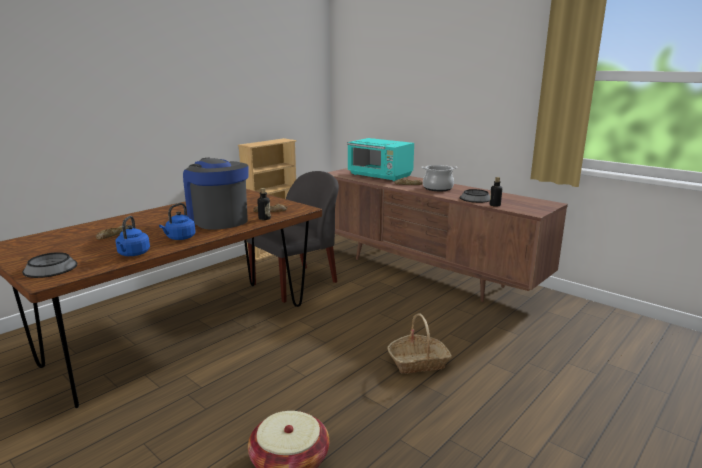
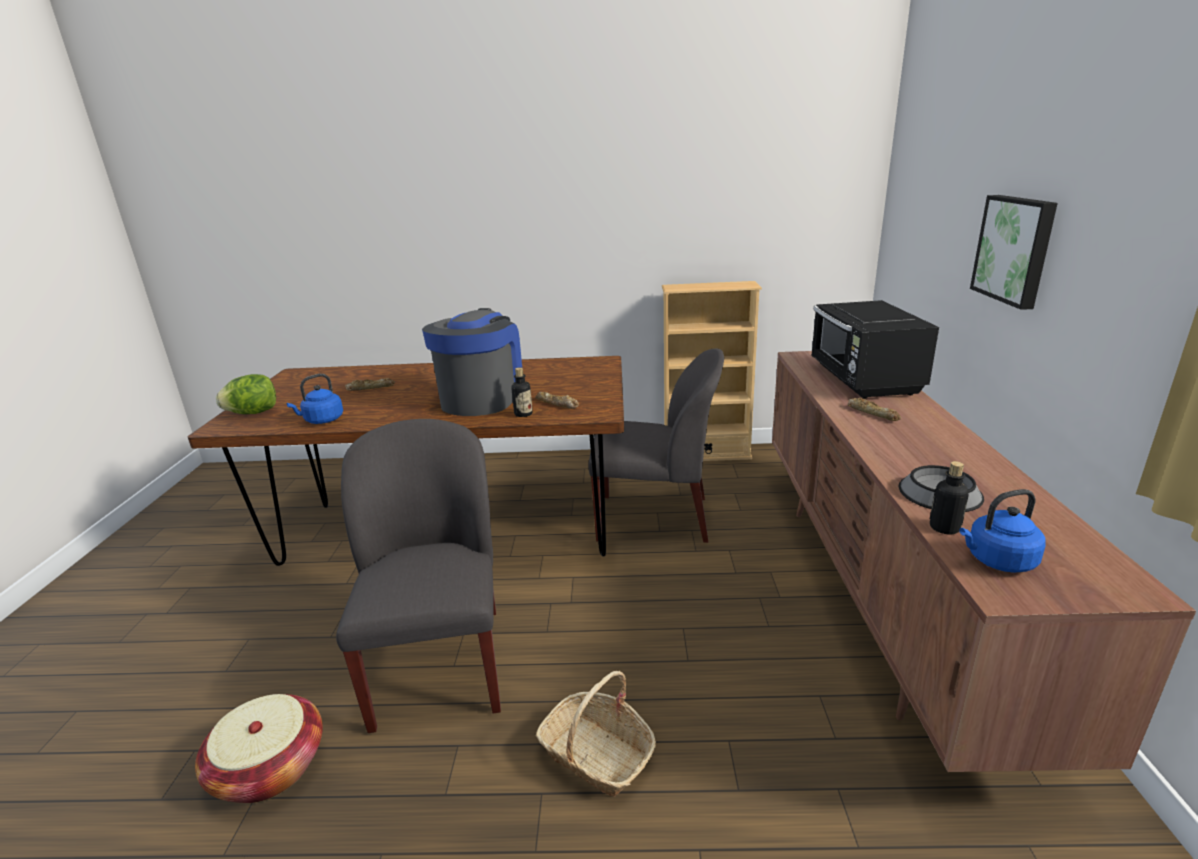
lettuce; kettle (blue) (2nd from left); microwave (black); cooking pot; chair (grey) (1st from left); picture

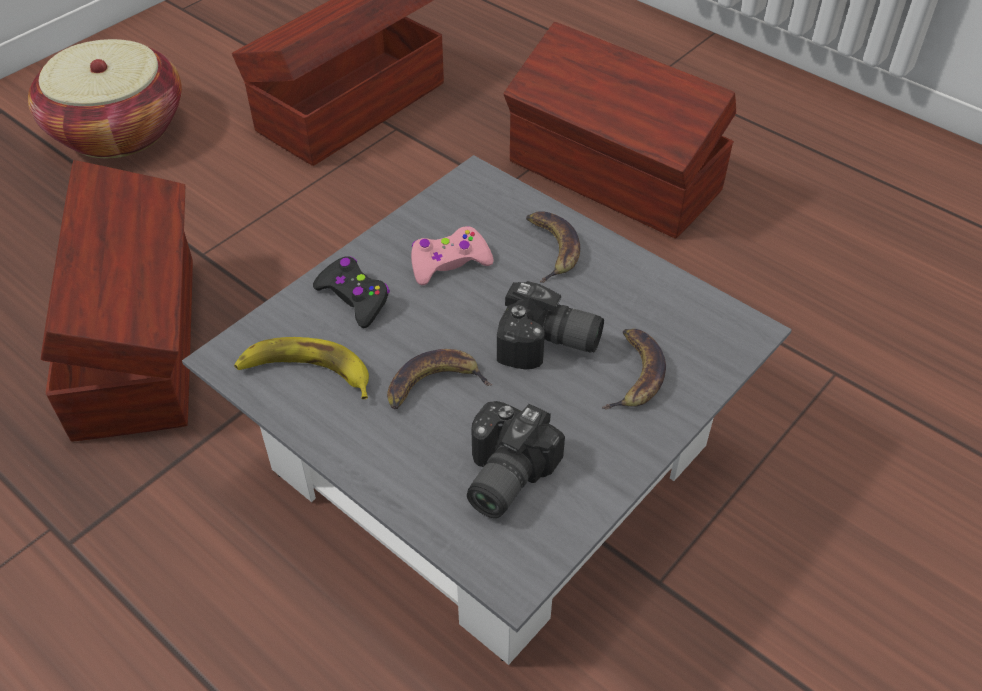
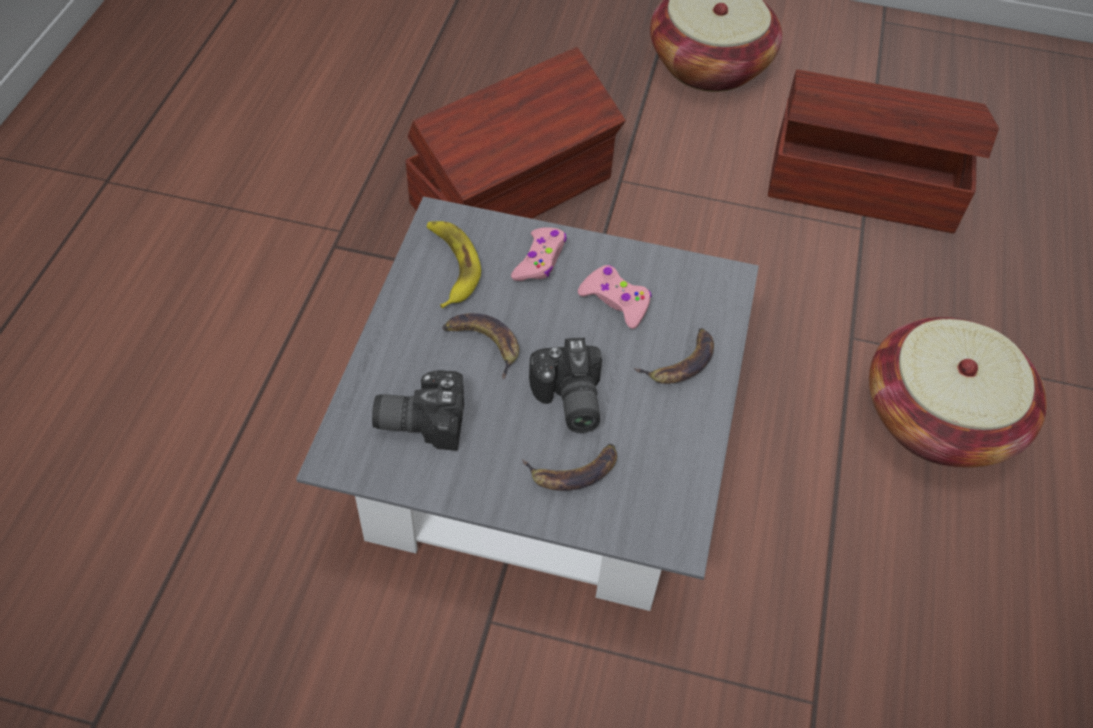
game controller (pink) (1st from left); basket (2nd from left)

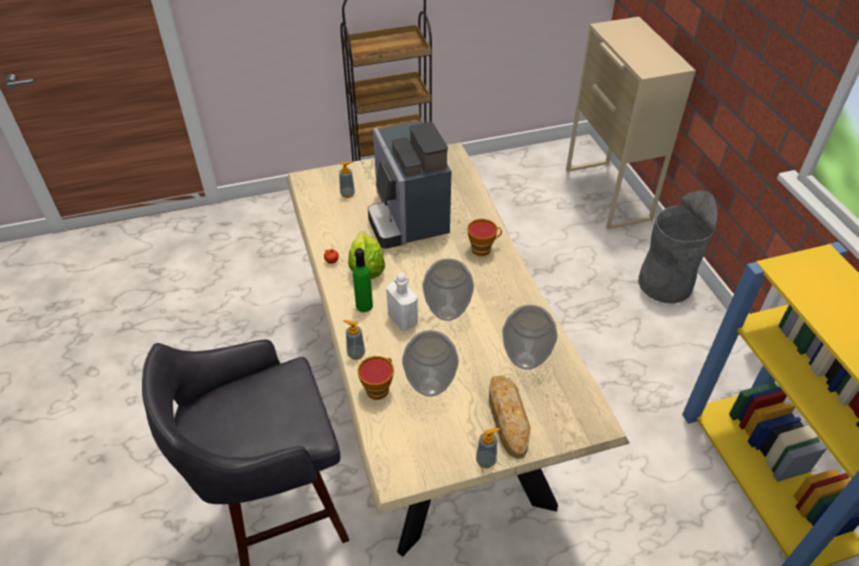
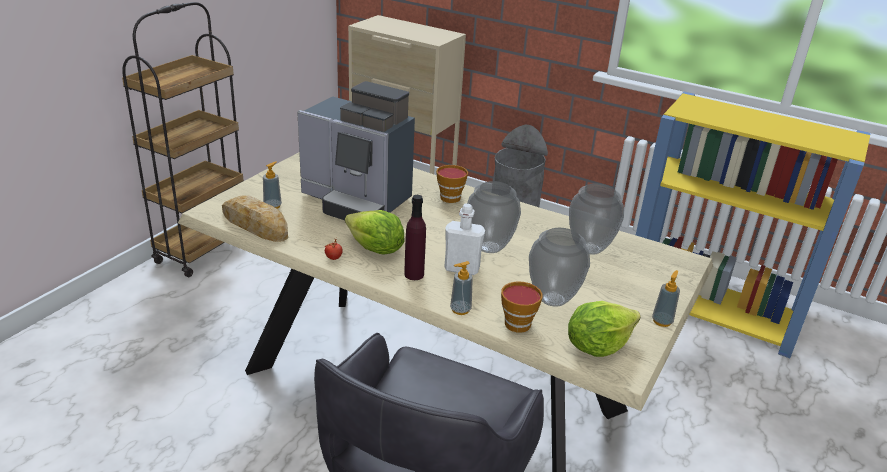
bottle (purple); bread; lettuce (2nd from left)

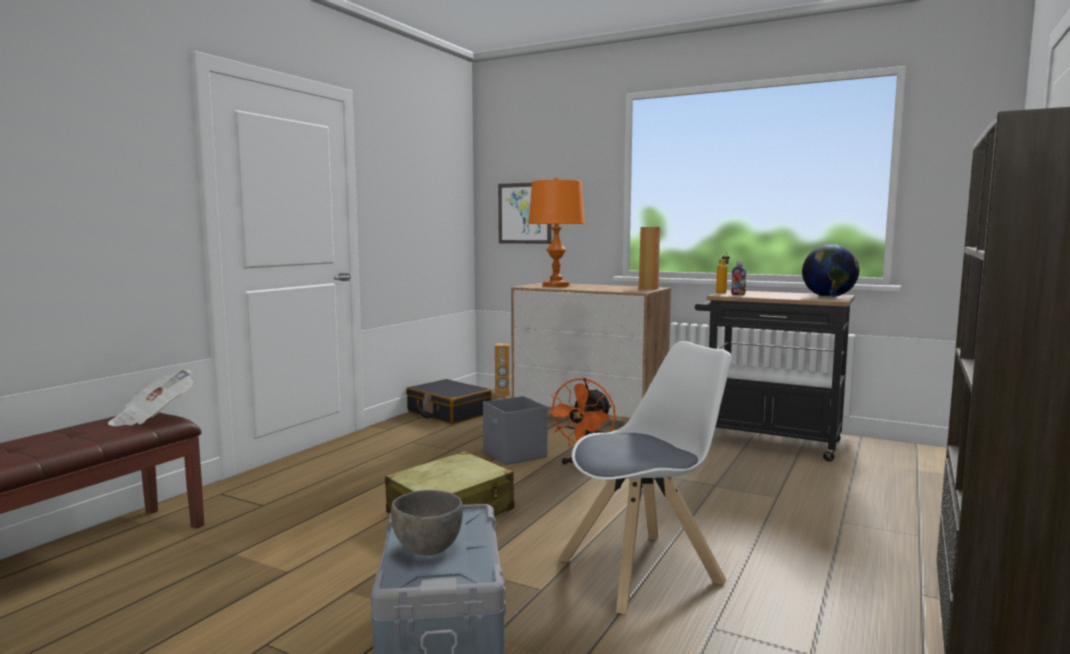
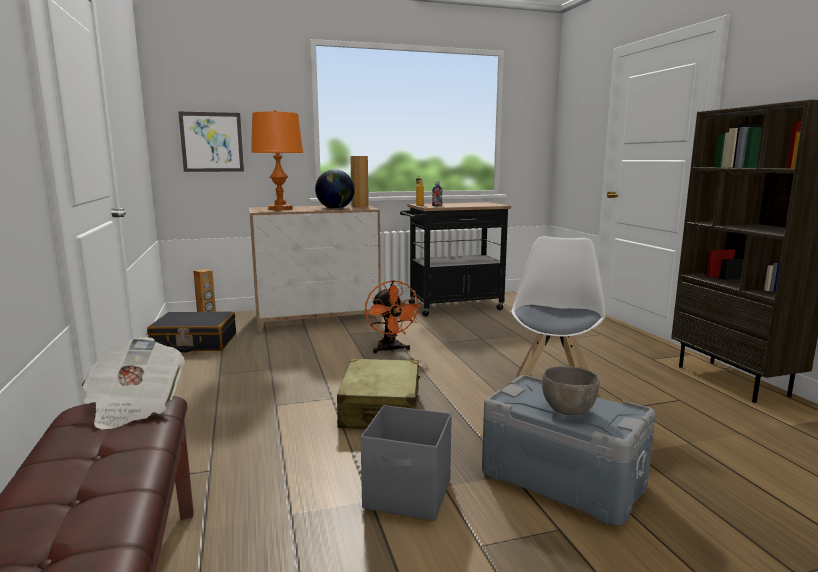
storage box (grey) (1st from left); globe

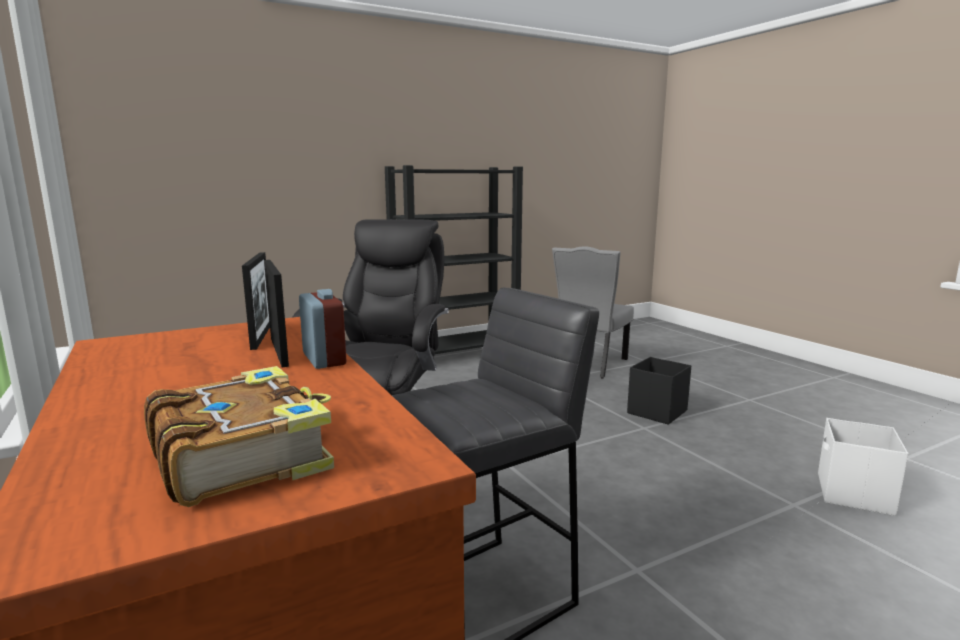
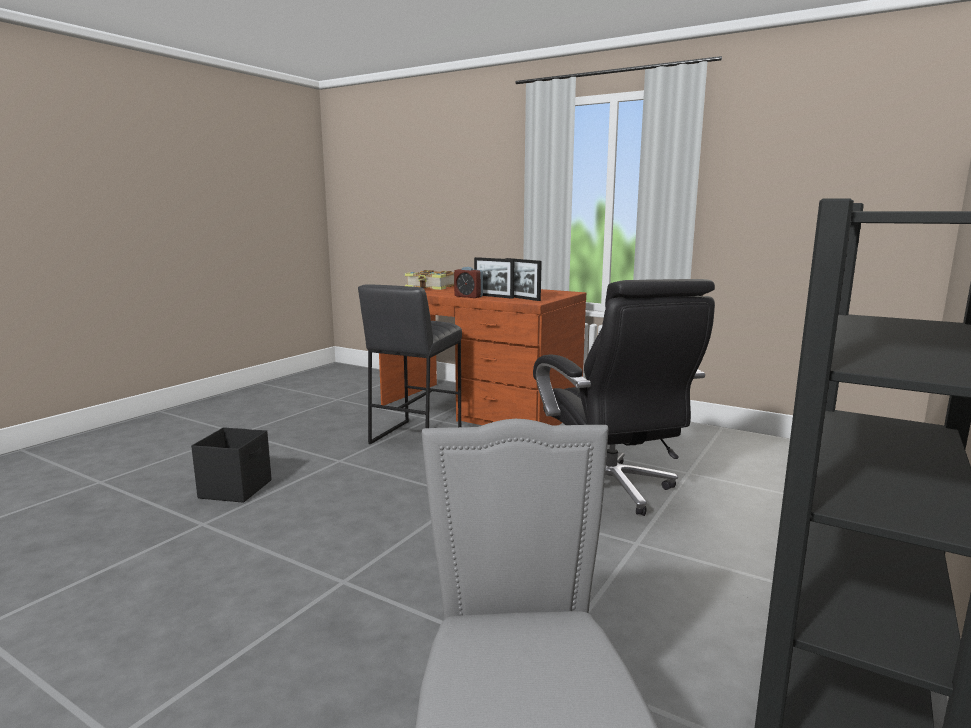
storage box (black); storage box (white)

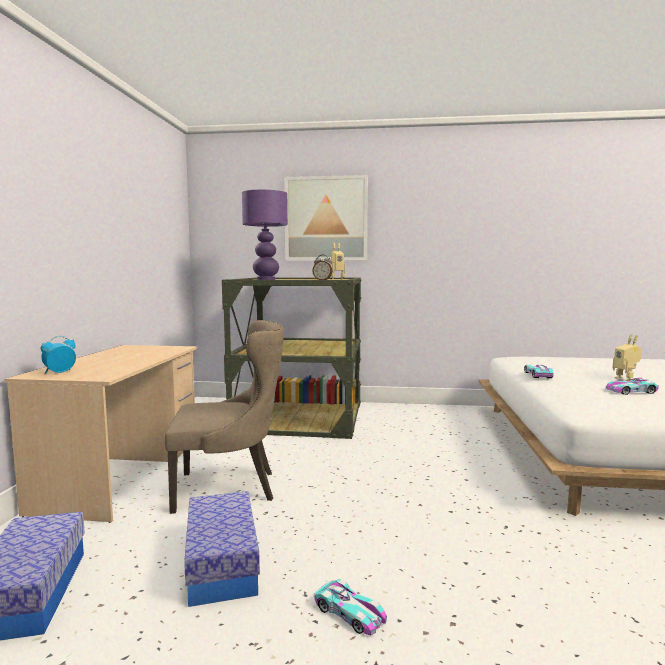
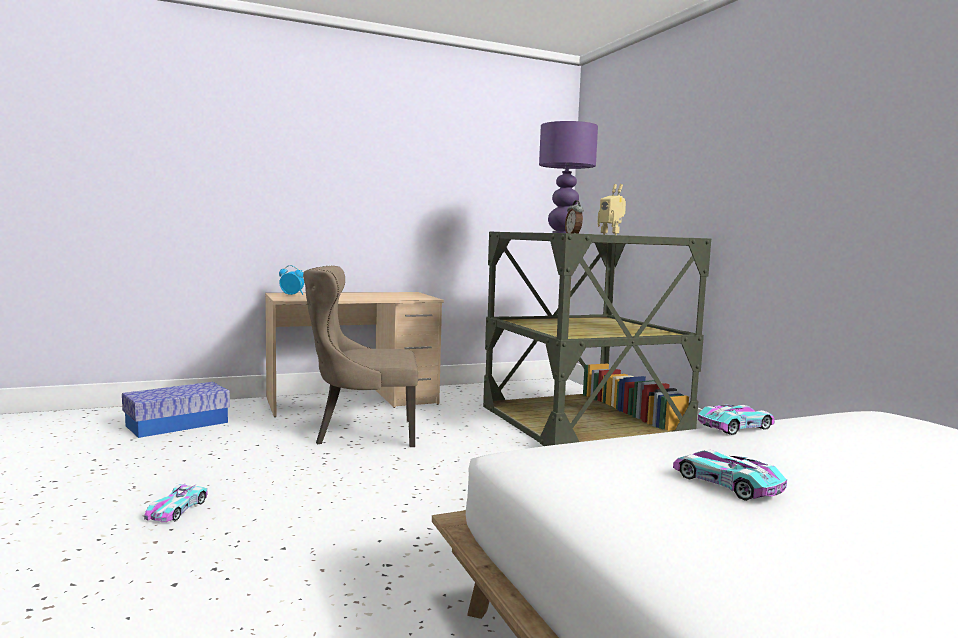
chair (beige); storage box (2nd from left in the first image); picture; toy robot (2nd from left in the first image)

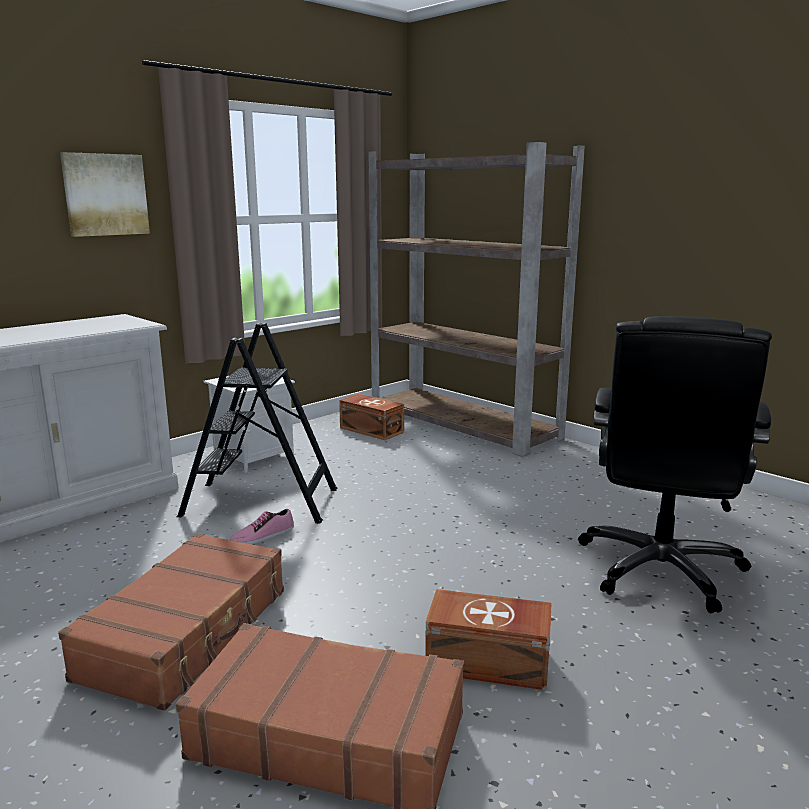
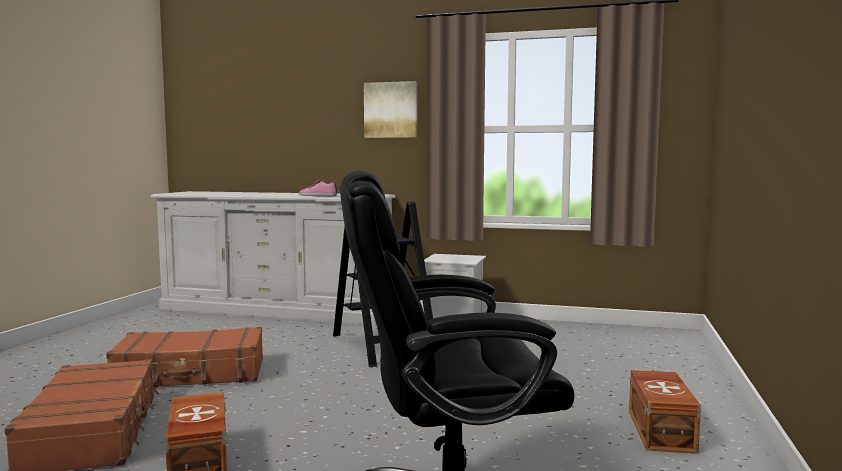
shoe; storage box (brown) (2nd from left); bookcase (brown)

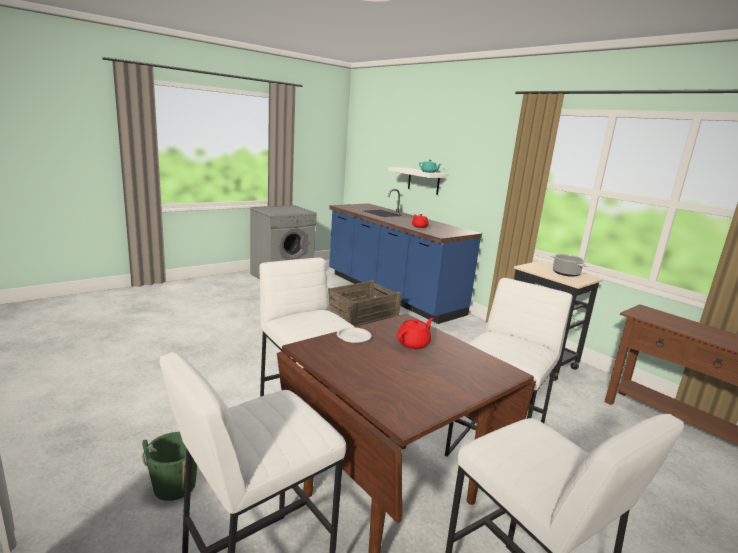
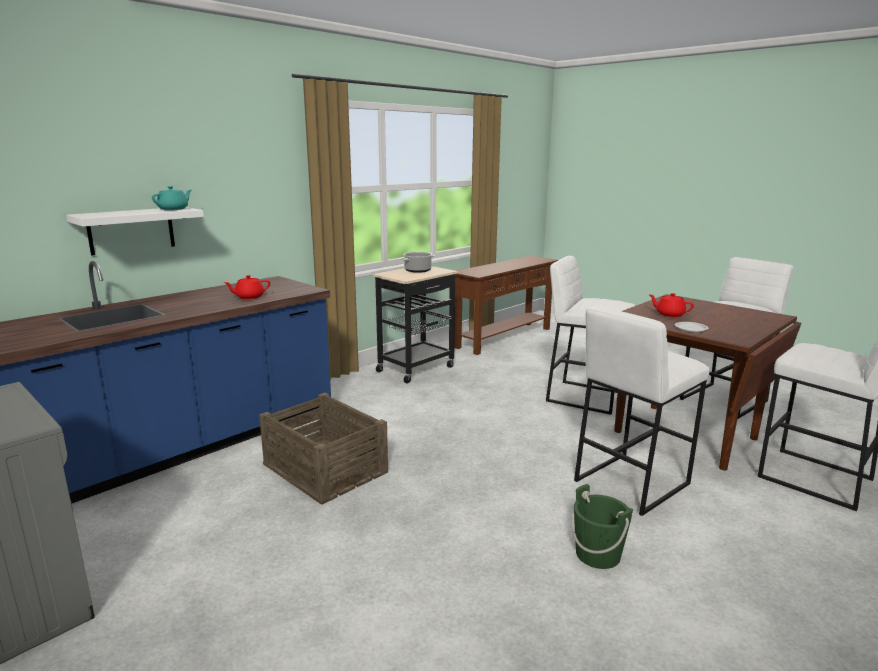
bucket (green)

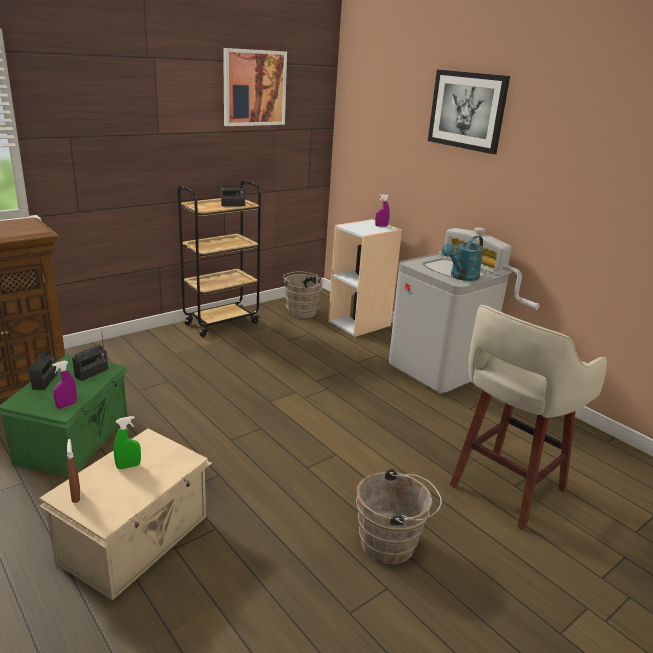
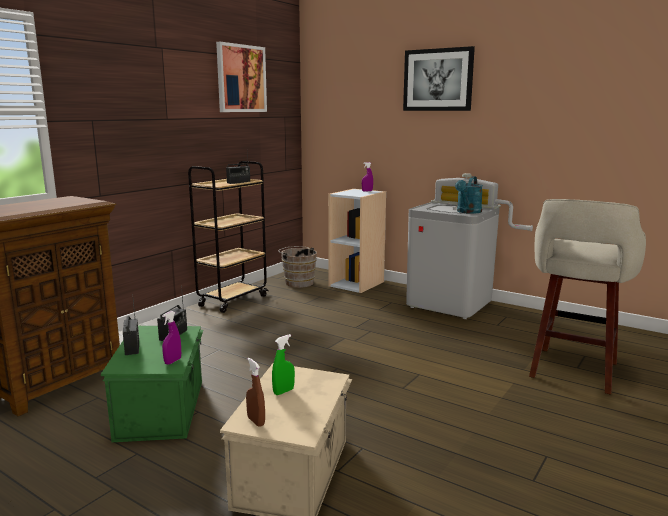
bucket (brown) (2nd from left in the first image)

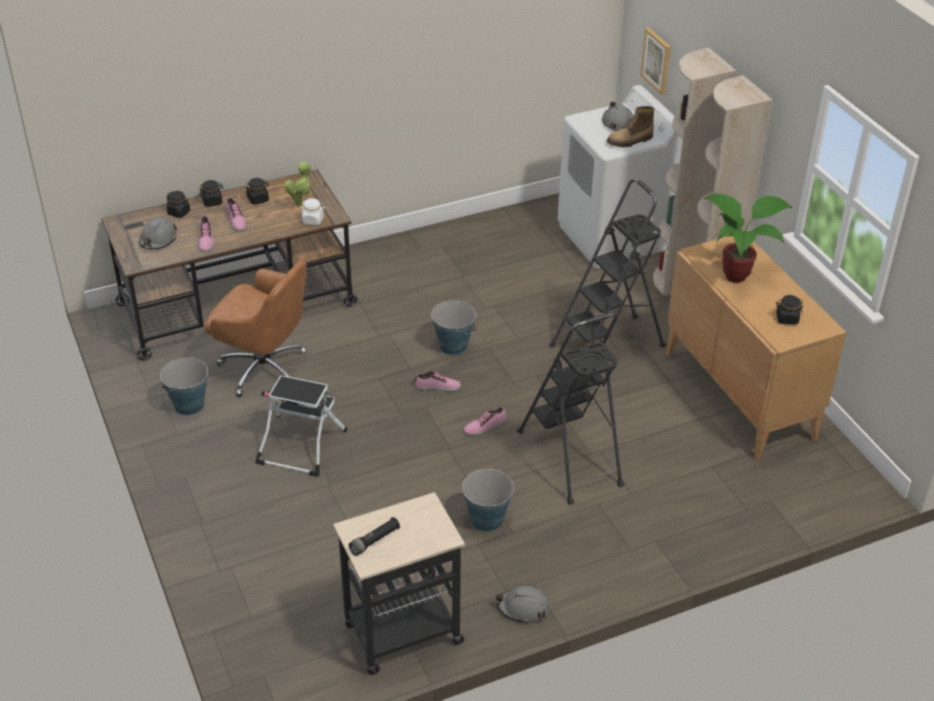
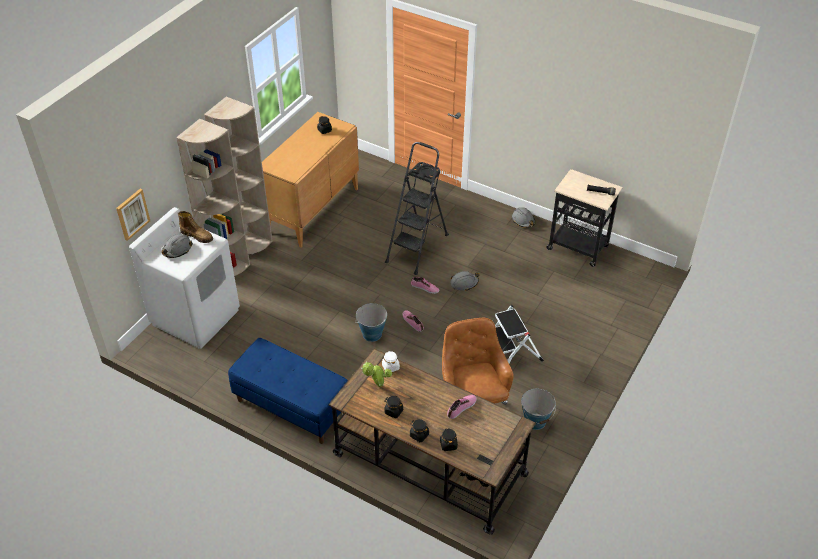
hard hat (grey) (2nd from left); shoe (2nd from left in the first image); bucket (3rd from left in the first image); step ladder (3rd from left in the first image); potted plant (2nd from left in the first image); bench (blue)

